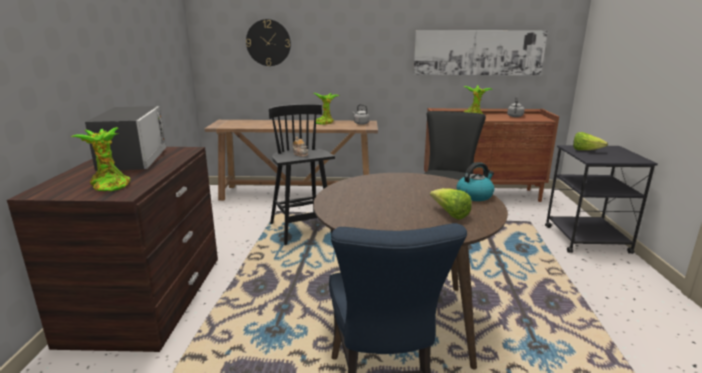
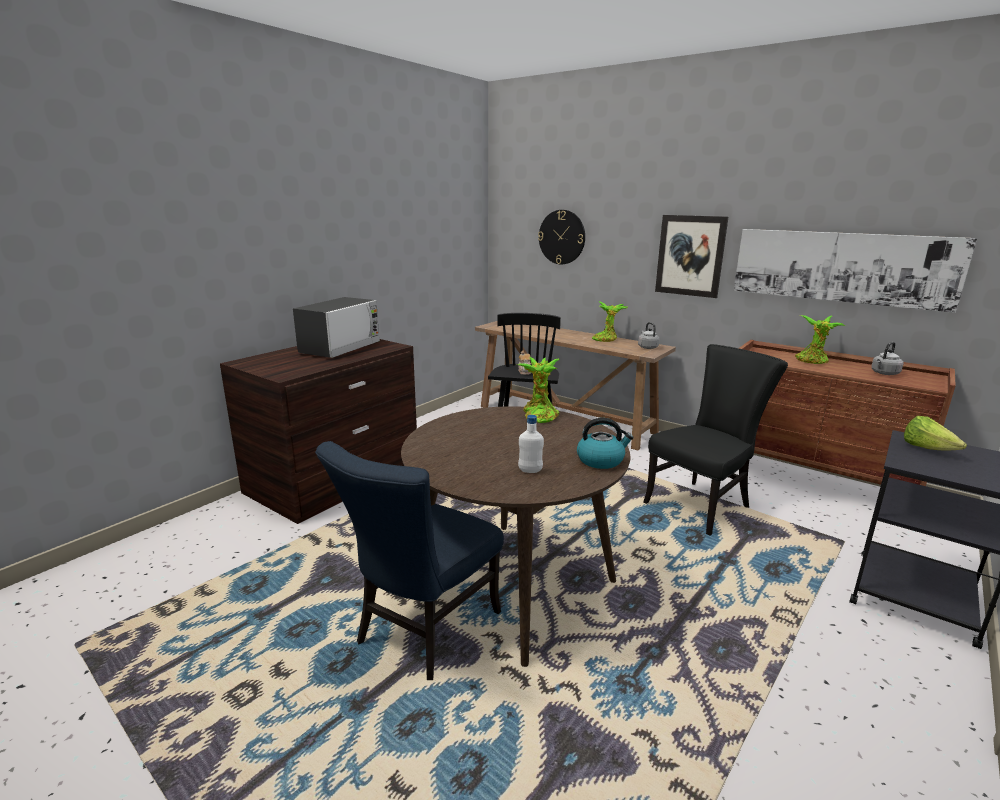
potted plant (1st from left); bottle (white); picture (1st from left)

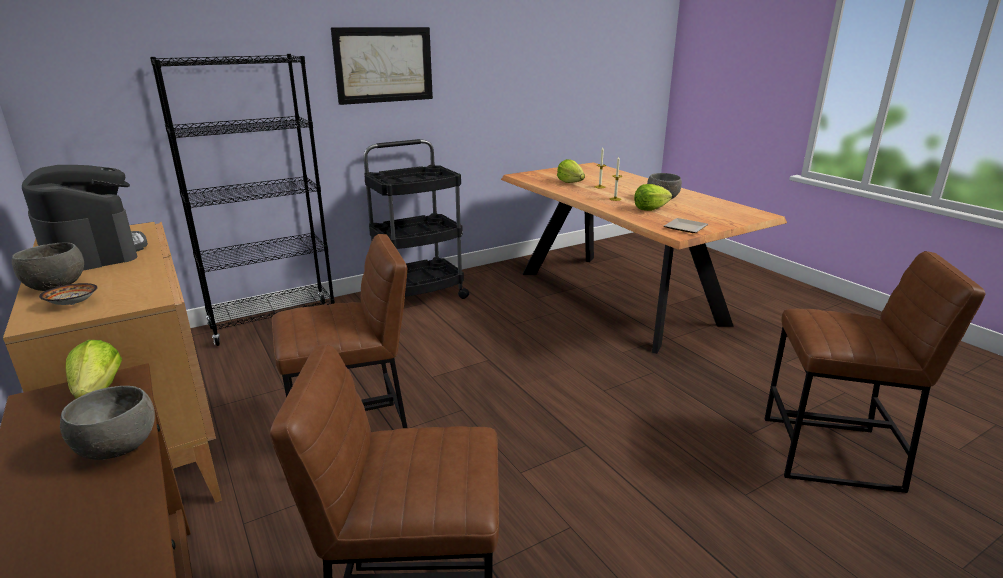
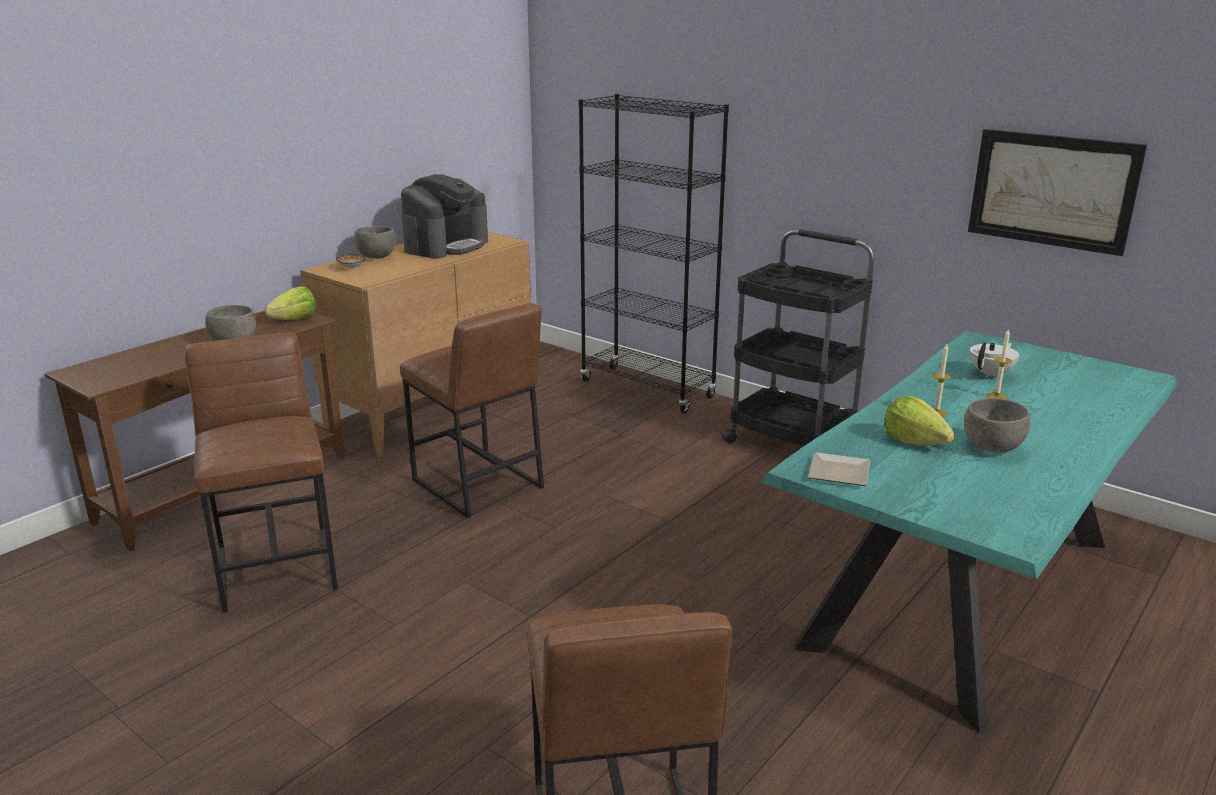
picture; dining table (turquoise); teapot (white)

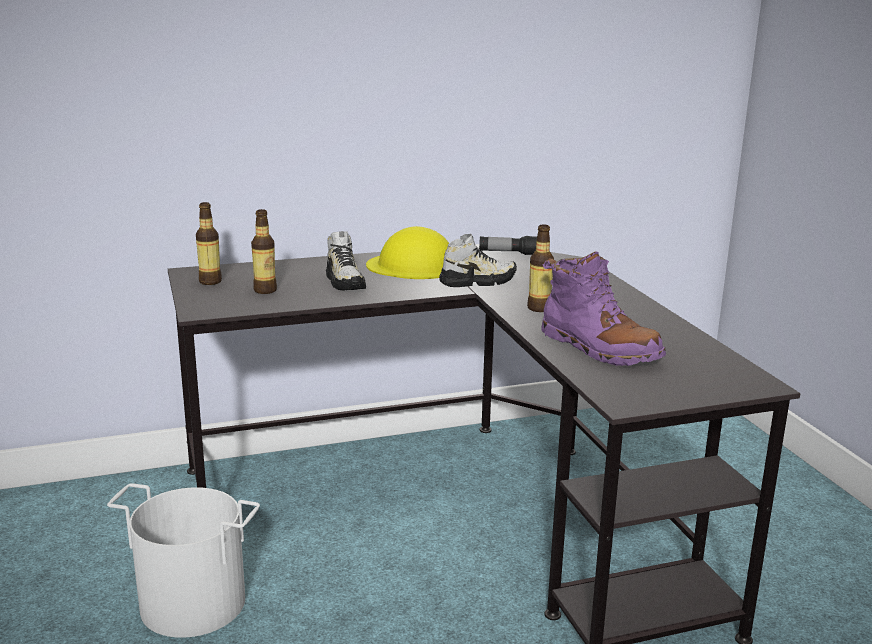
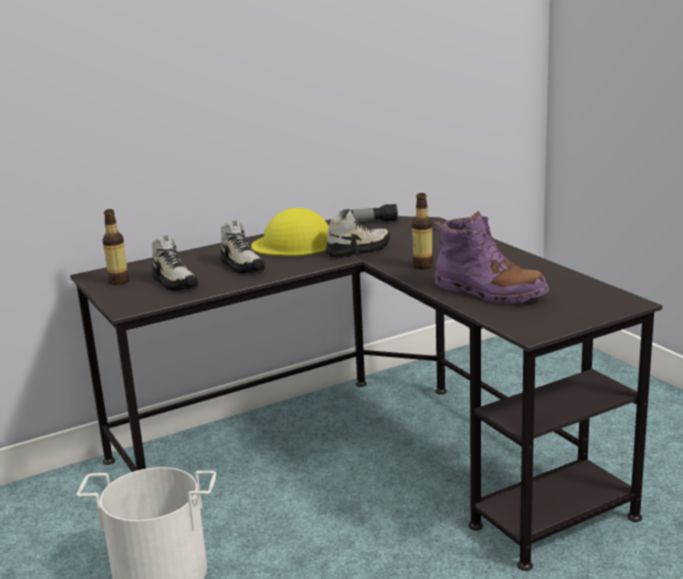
shoe (1st from left)

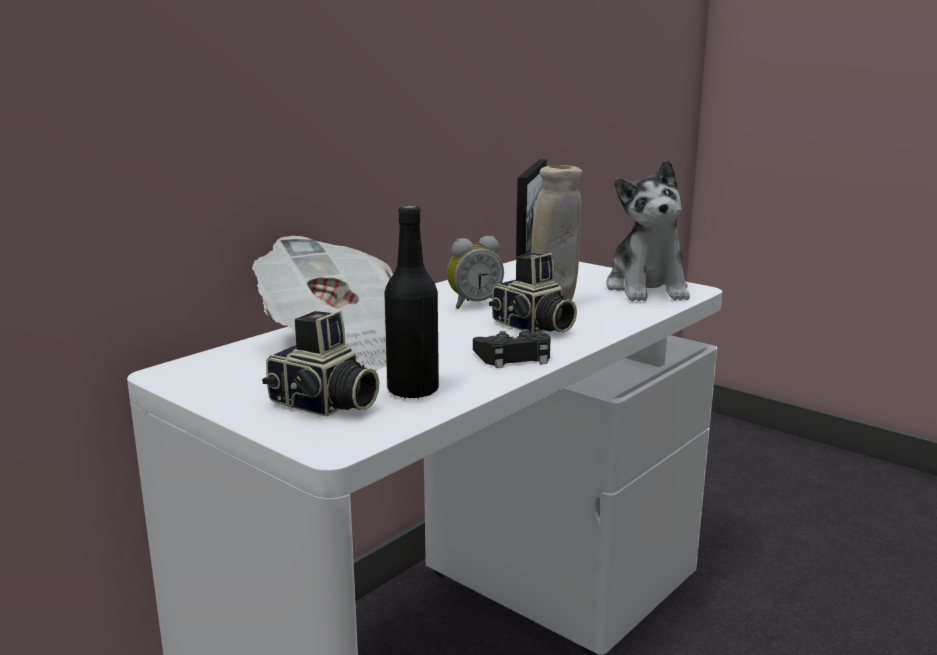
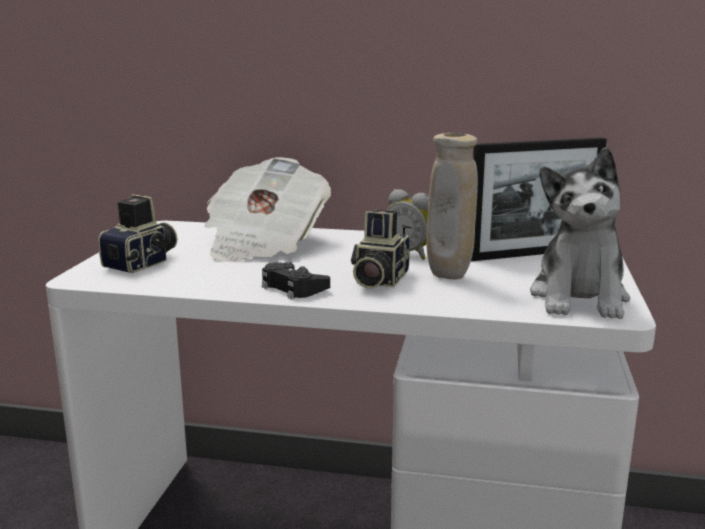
photo camera (1st from left); bottle (black); plush toy

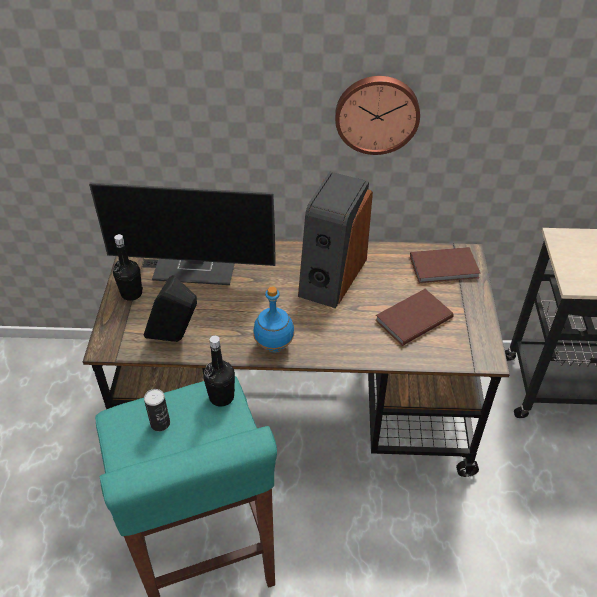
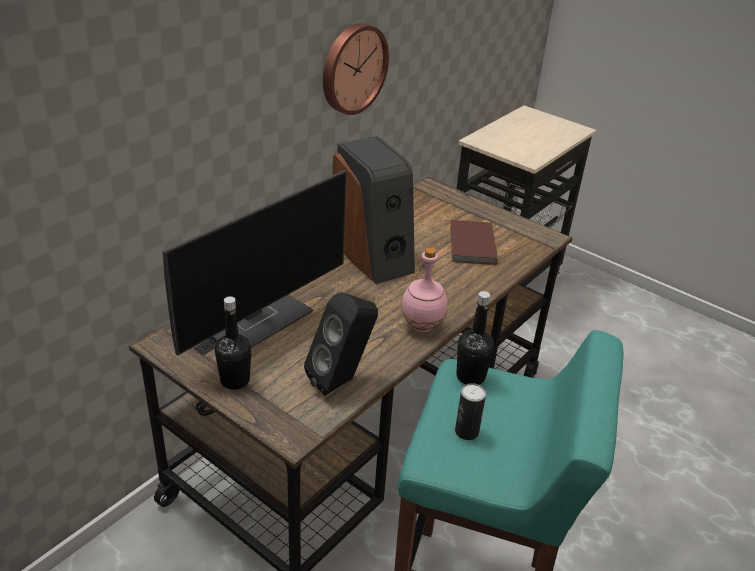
bottle (pink); book (brown) (2nd from left in the first image)

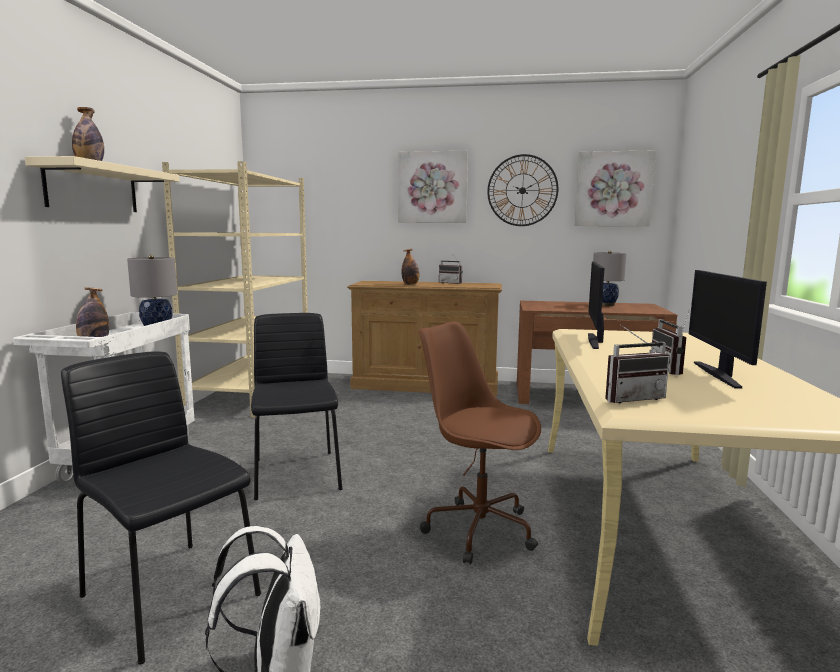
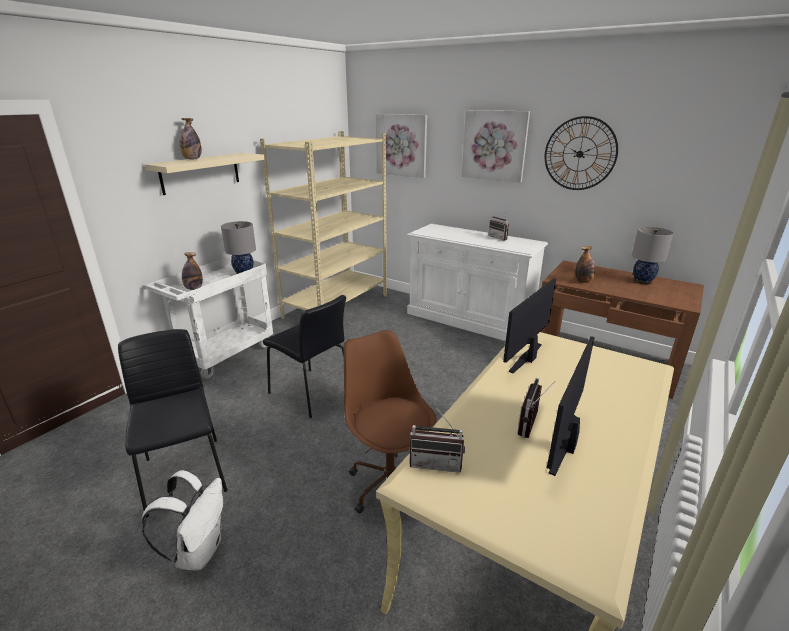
chair (black) (2nd from left); cabinet (white); bottle (3rd from left); picture (1st from left)

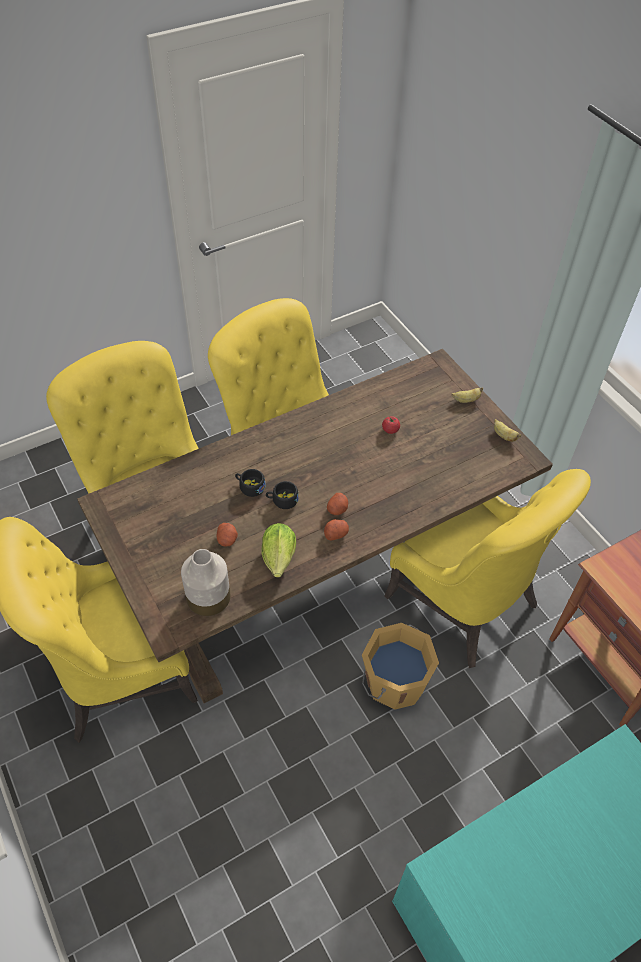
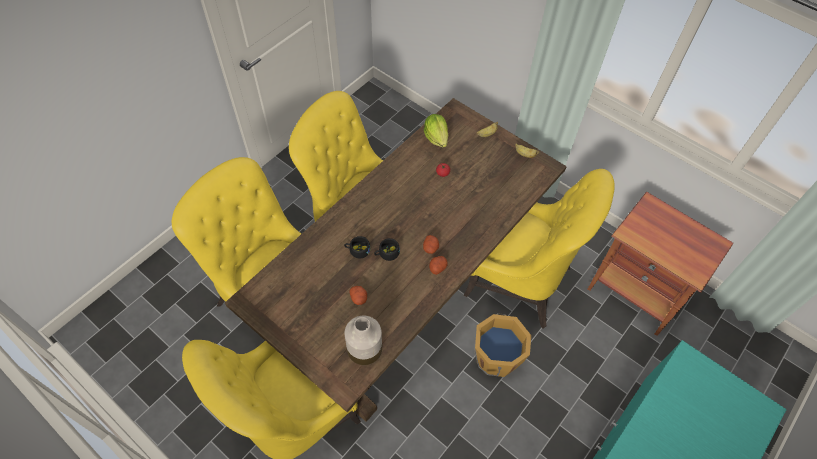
lettuce

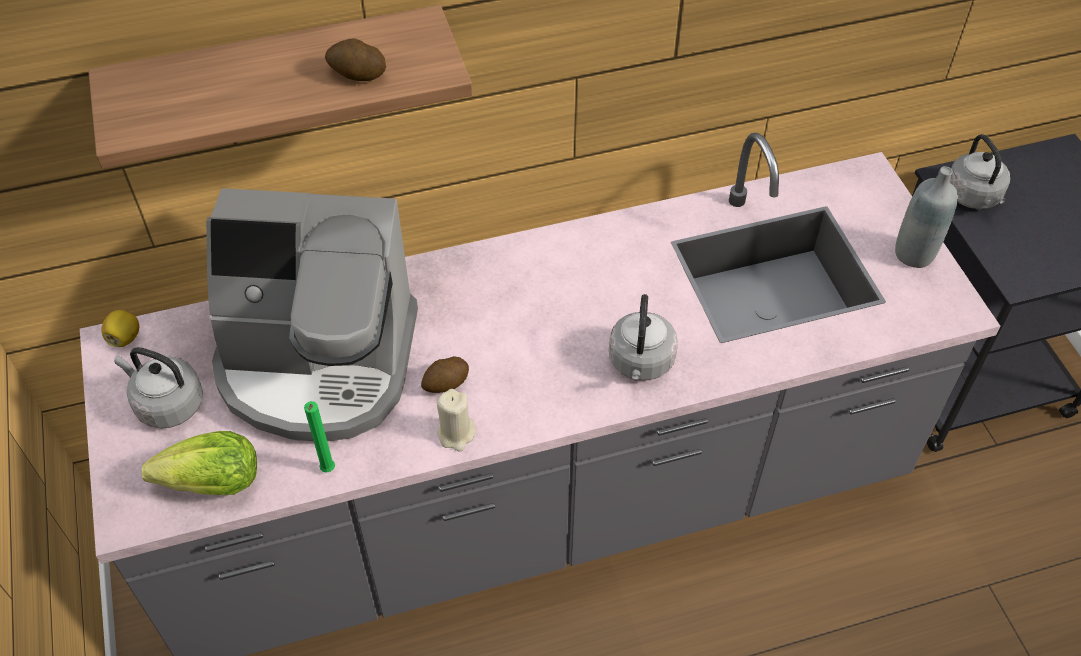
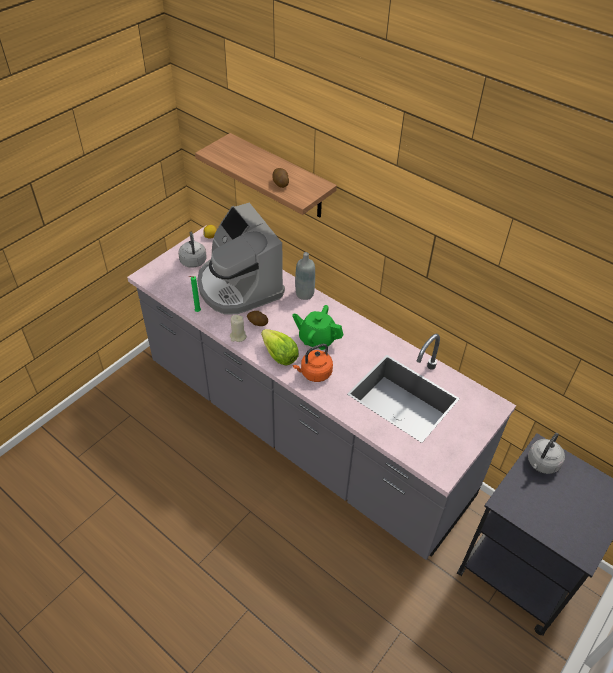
lettuce; kettle (orange); bottle (grey); teapot (green)

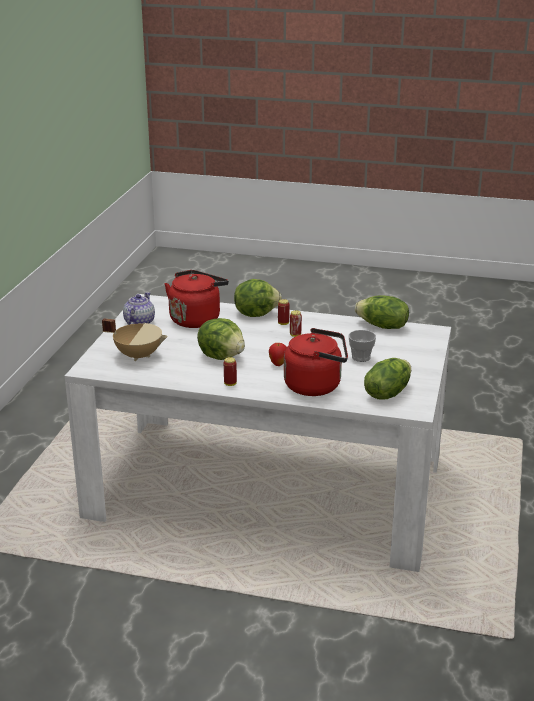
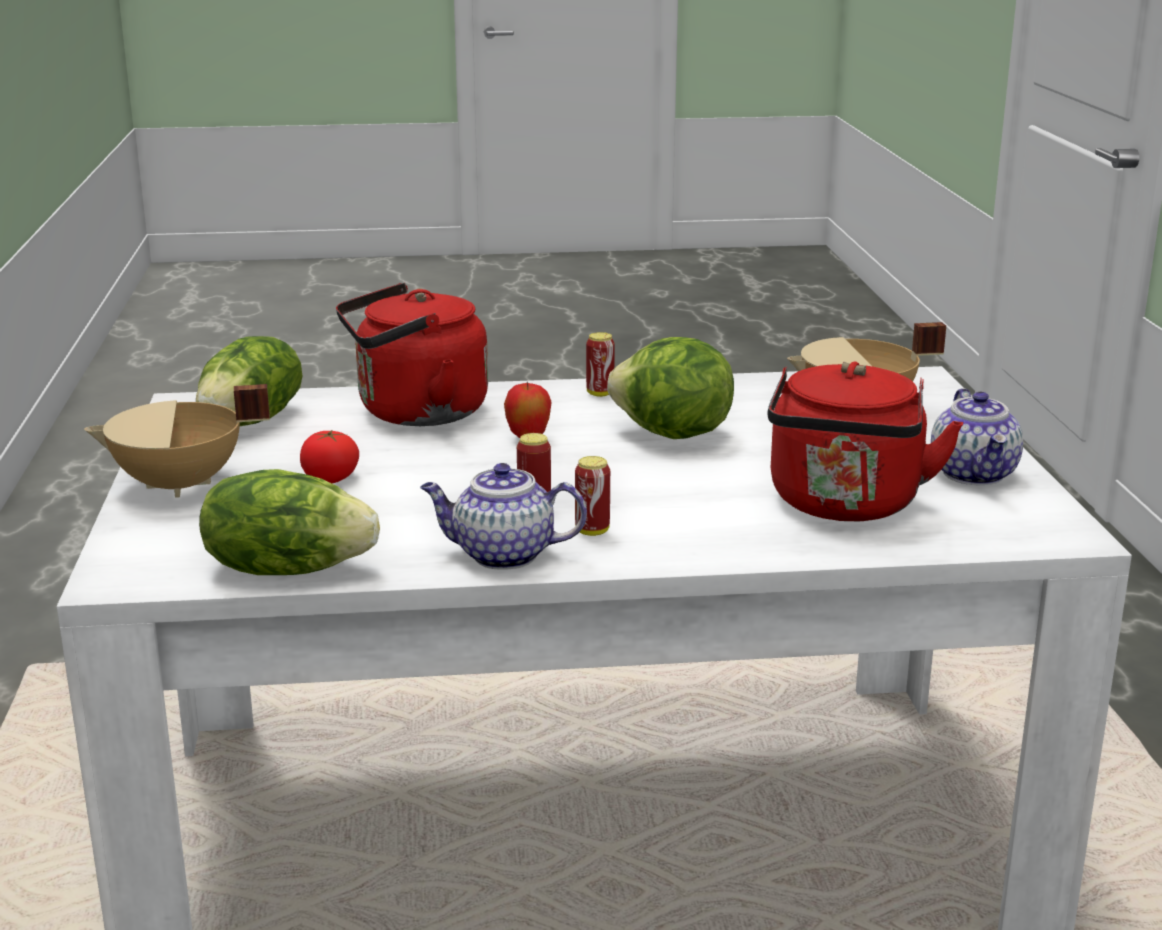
lettuce (2nd from left in the first image); tomato; cooking pot (beige) (1st from left); teapot (1st from left)

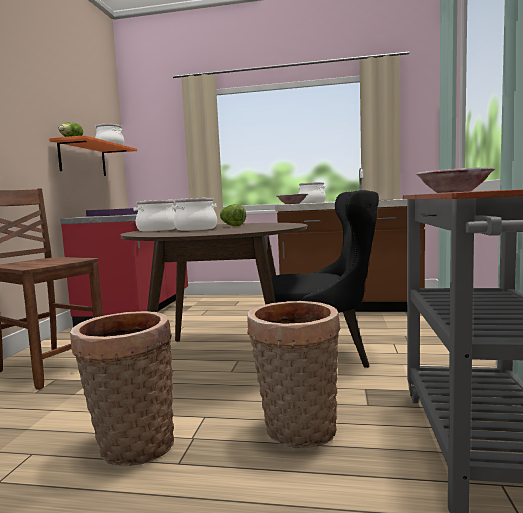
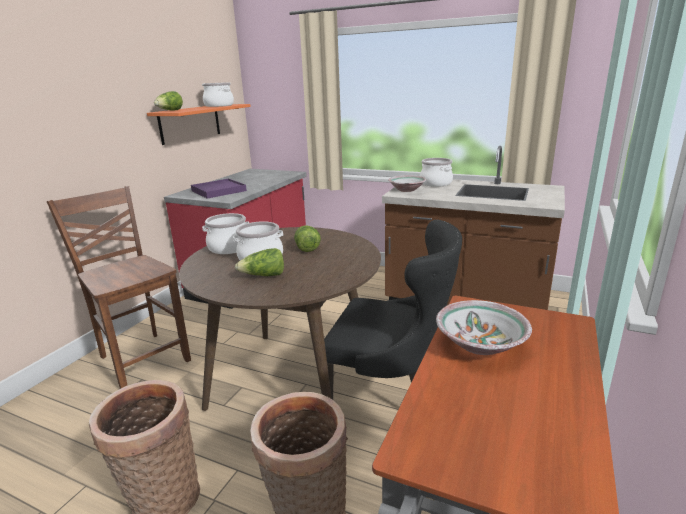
lettuce (2nd from left)

